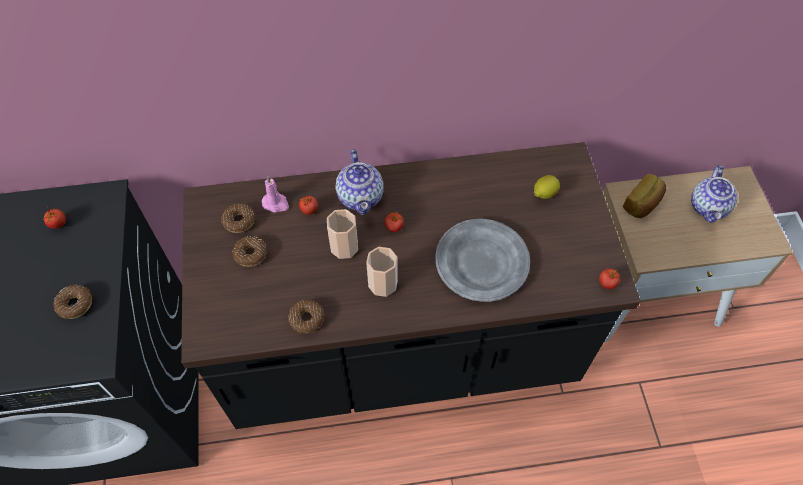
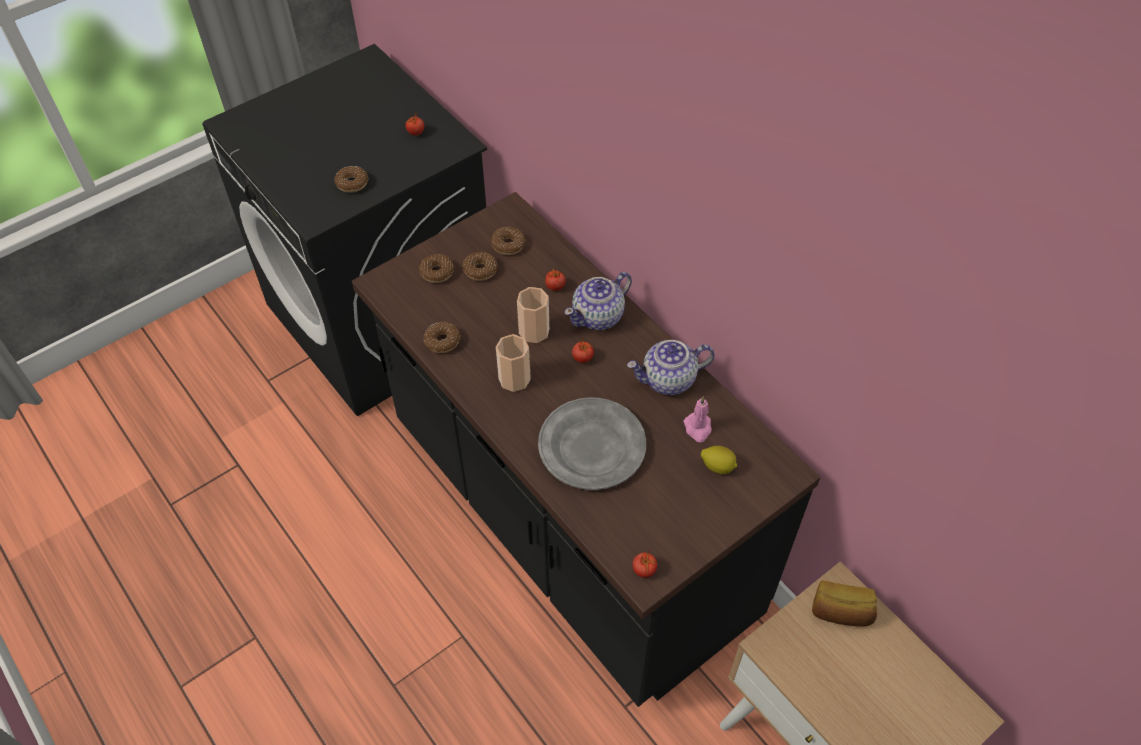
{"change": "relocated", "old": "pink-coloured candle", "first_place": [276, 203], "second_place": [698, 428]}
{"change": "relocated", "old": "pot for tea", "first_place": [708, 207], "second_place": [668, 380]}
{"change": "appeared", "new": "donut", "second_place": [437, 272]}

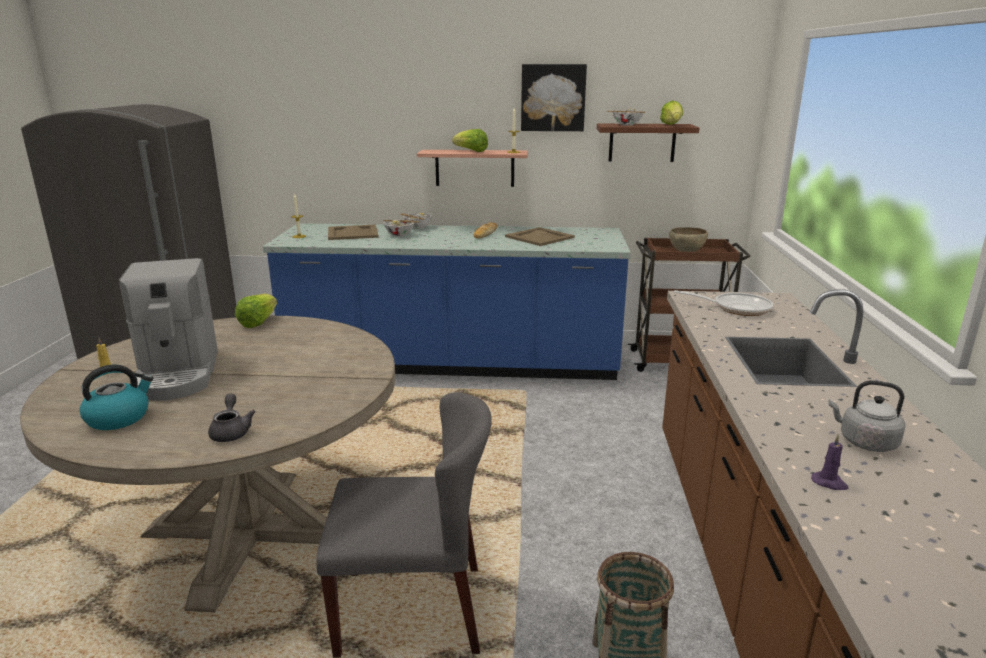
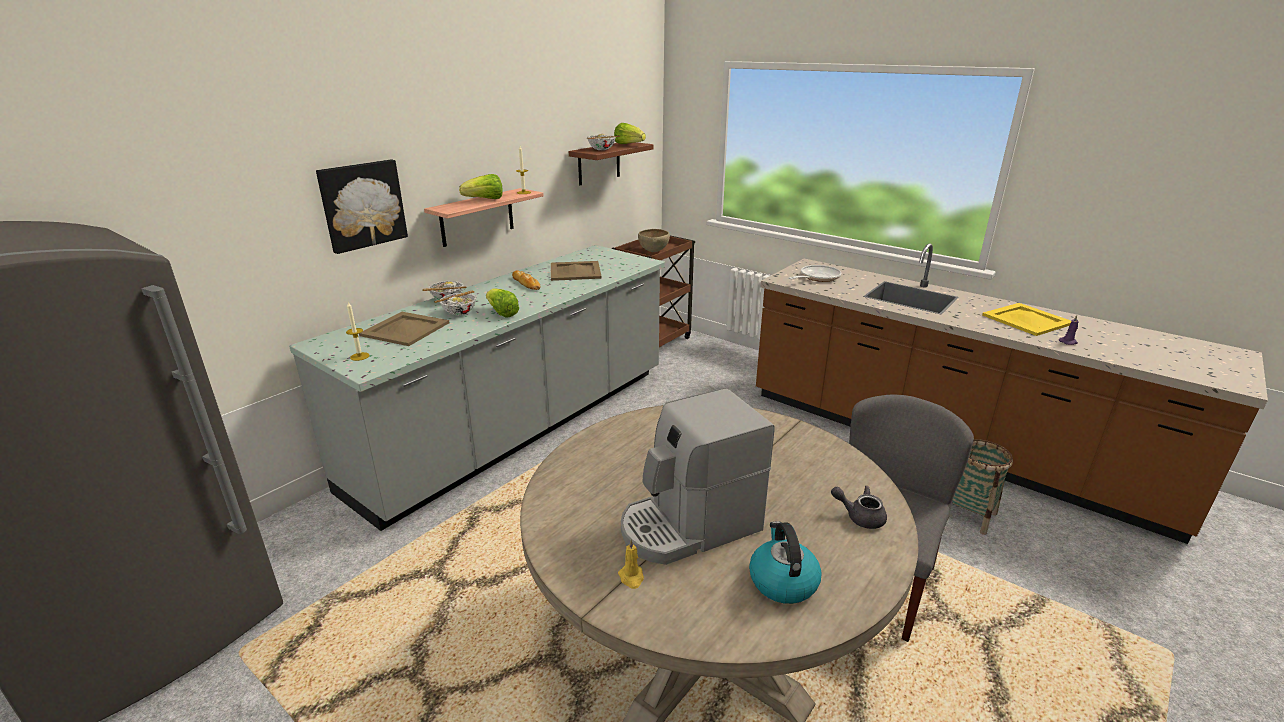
{"change": "spun", "old": "coffee maker", "first_place": [178, 374], "second_place": [689, 526], "degrees": 135}
{"change": "relocated", "old": "head of lettuce", "first_place": [258, 322], "second_place": [502, 313]}
{"change": "colour", "old": "blue counter", "new": "gray counter", "first_place": [453, 363], "second_place": [519, 427]}
{"change": "relocated", "old": "wall art", "first_place": [553, 97], "second_place": [362, 205]}
{"change": "exchanged", "old": "gray kettle", "new": "yellow tray", "first_place": [864, 442], "second_place": [1027, 320]}

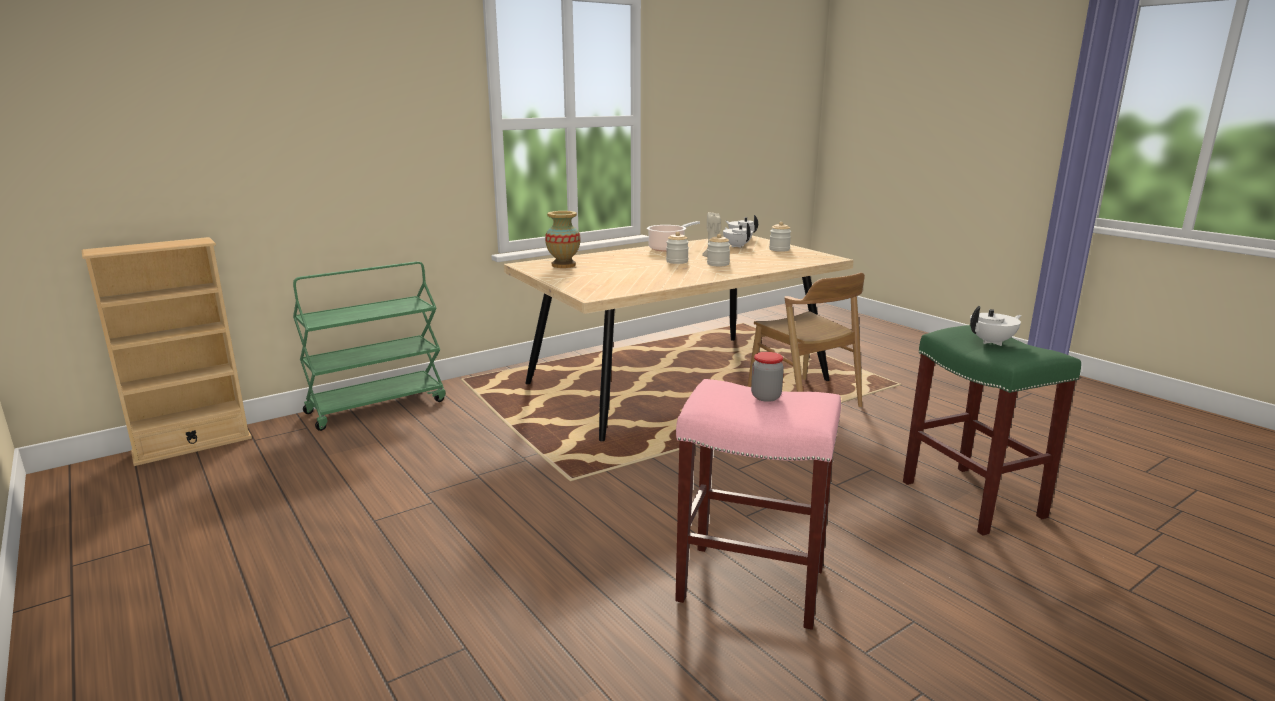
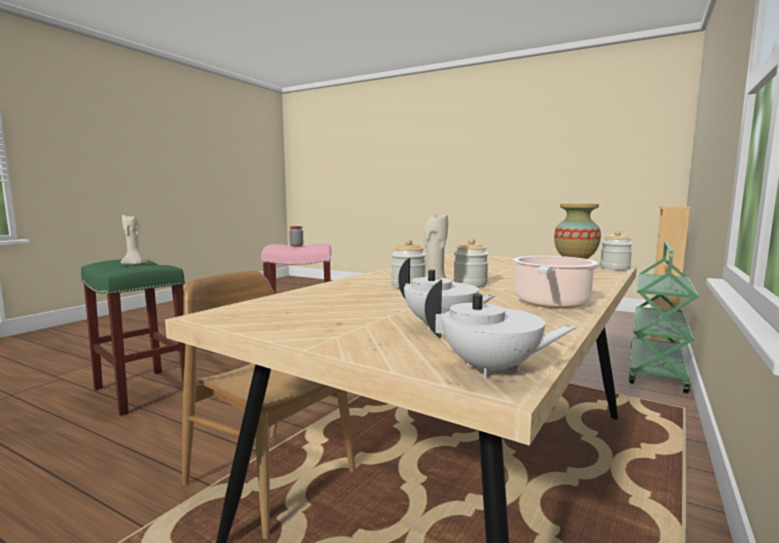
{"change": "relocated", "old": "preserve jar", "first_place": [779, 249], "second_place": [615, 268]}
{"change": "exchanged", "old": "white pot for tea", "new": "beige-coloured candle", "first_place": [992, 342], "second_place": [135, 264]}

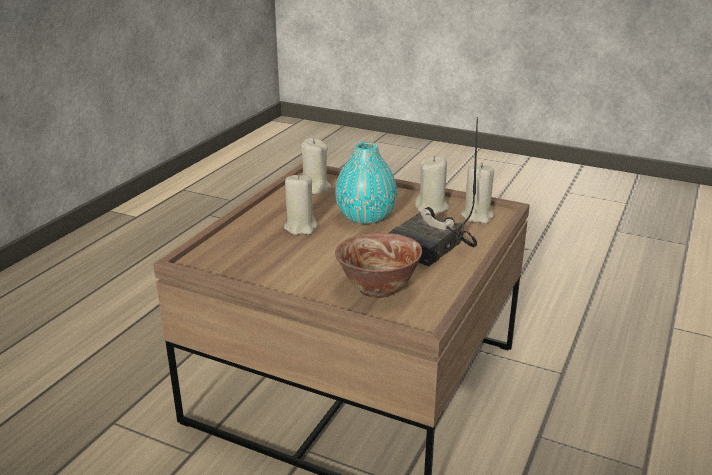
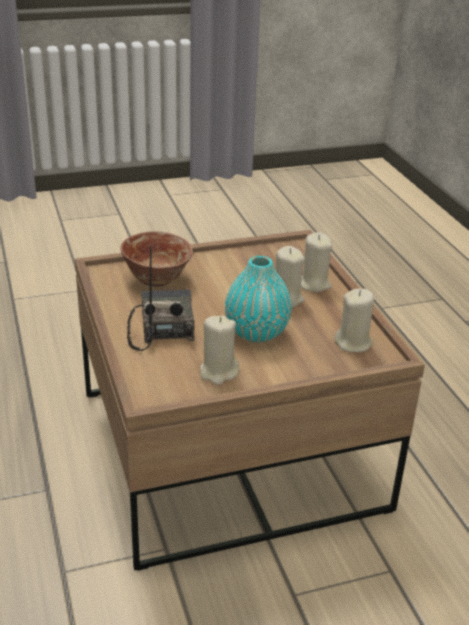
{"change": "relocated", "old": "beige-coloured candle", "first_place": [477, 216], "second_place": [313, 284]}

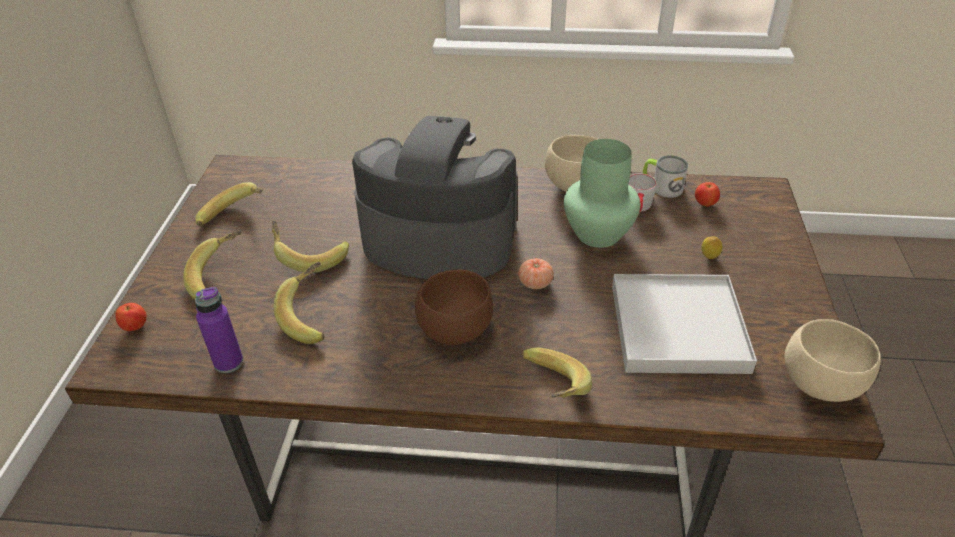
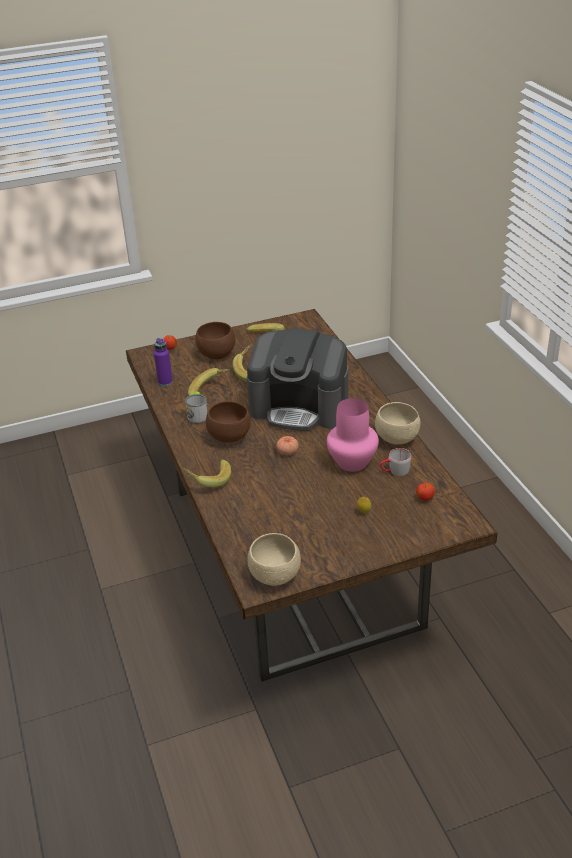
{"change": "exchanged", "old": "banana fruit", "new": "brown bowl", "first_place": [220, 278], "second_place": [217, 355]}
{"change": "spun", "old": "coffee maker", "first_place": [438, 239], "second_place": [300, 407], "degrees": 120}
{"change": "colour", "old": "green vase", "new": "pink-coloured vase", "first_place": [597, 233], "second_place": [353, 462]}
{"change": "missing", "old": "white tray", "first_place": [678, 328]}
{"change": "relocated", "old": "tea mug", "first_place": [662, 187], "second_place": [198, 414]}

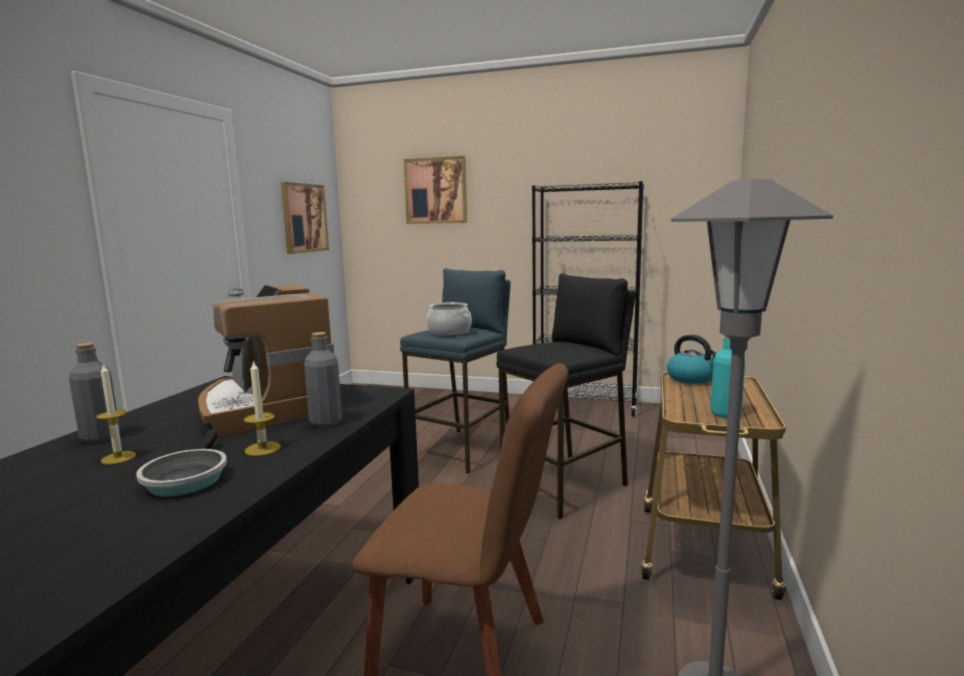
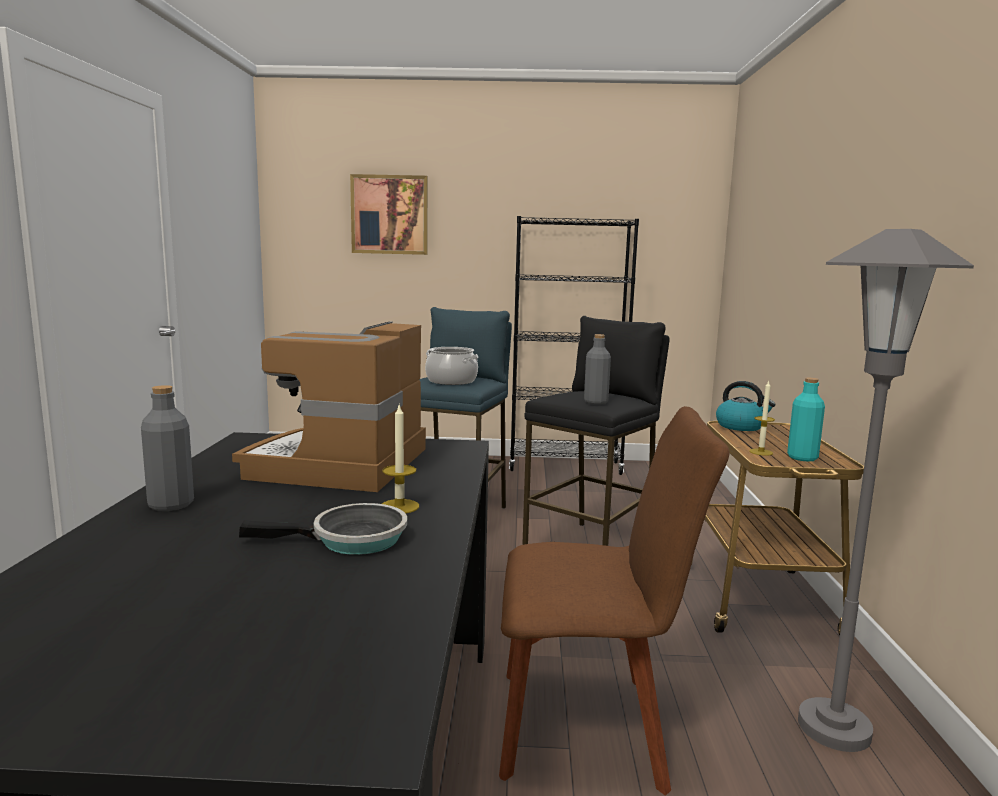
{"change": "relocated", "old": "candle", "first_place": [118, 458], "second_place": [761, 452]}
{"change": "spun", "old": "frying pan", "first_place": [187, 478], "second_place": [351, 539], "degrees": -75}
{"change": "spun", "old": "coffee maker", "first_place": [267, 407], "second_place": [341, 464], "degrees": 60}
{"change": "missing", "old": "wall art", "first_place": [304, 218]}
{"change": "relocated", "old": "gray drink bottle", "first_place": [326, 422], "second_place": [595, 402]}

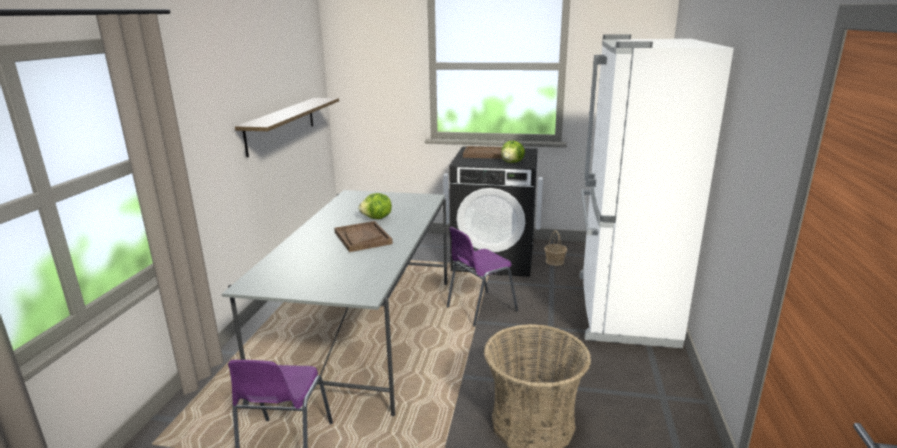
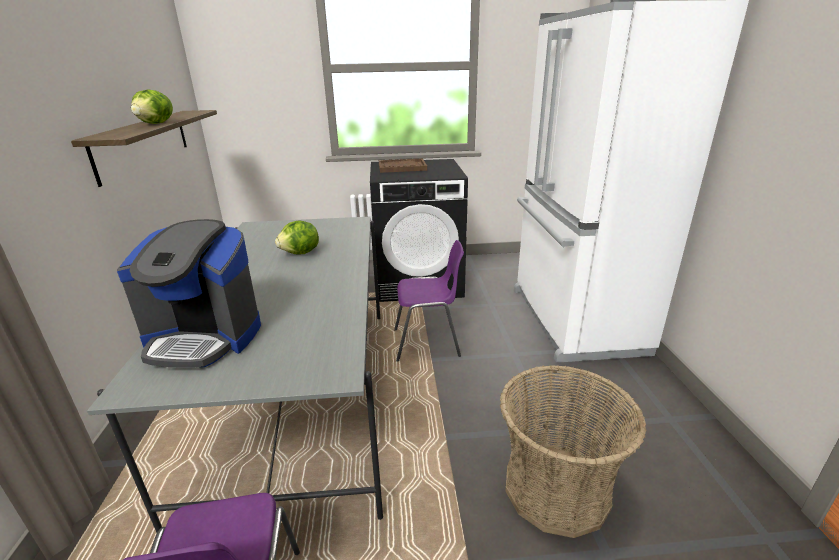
{"change": "missing", "old": "brown tray", "first_place": [362, 238]}
{"change": "spun", "old": "purple chair", "first_place": [479, 309], "second_place": [428, 343], "degrees": -135}
{"change": "relocated", "old": "head of lettuce", "first_place": [512, 162], "second_place": [156, 123]}
{"change": "missing", "old": "household basket", "first_place": [555, 261]}
{"change": "appeared", "new": "coffee maker", "second_place": [204, 338]}

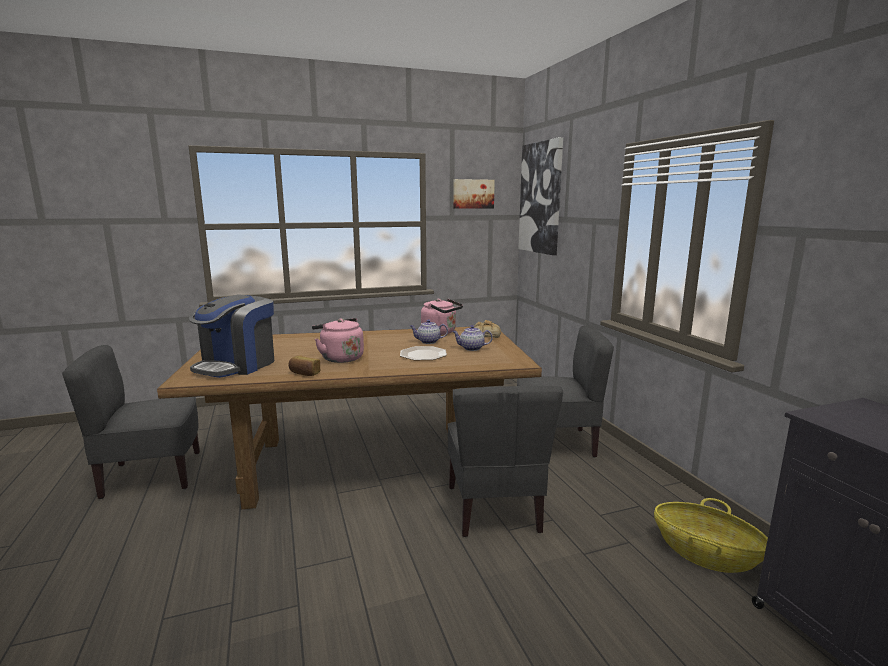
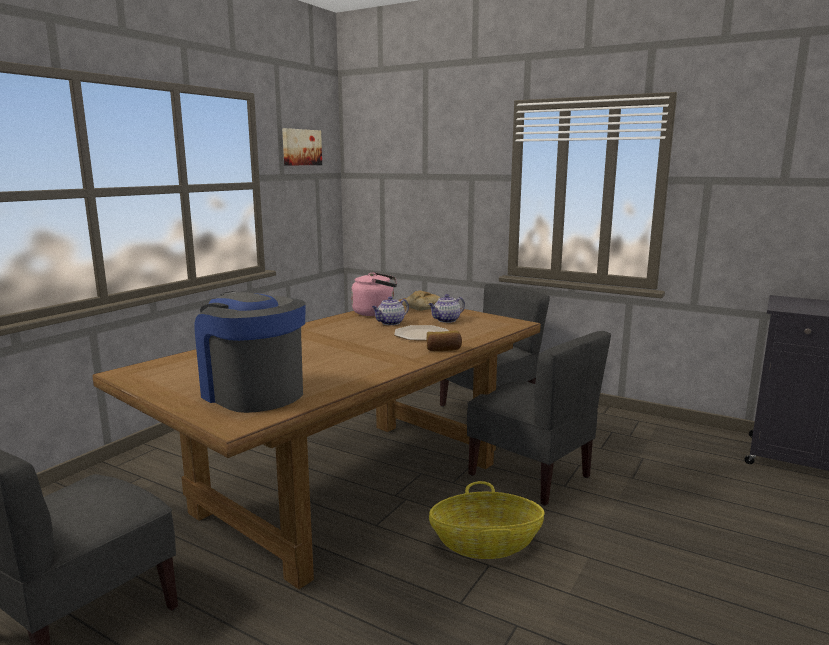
{"change": "spun", "old": "coffee maker", "first_place": [237, 365], "second_place": [252, 392], "degrees": 150}
{"change": "relocated", "old": "bread", "first_place": [304, 373], "second_place": [443, 349]}
{"change": "missing", "old": "pink-coloured kettle", "first_place": [340, 358]}
{"change": "missing", "old": "wall art", "first_place": [541, 198]}
{"change": "relocated", "old": "household basket", "first_place": [705, 554], "second_place": [485, 544]}

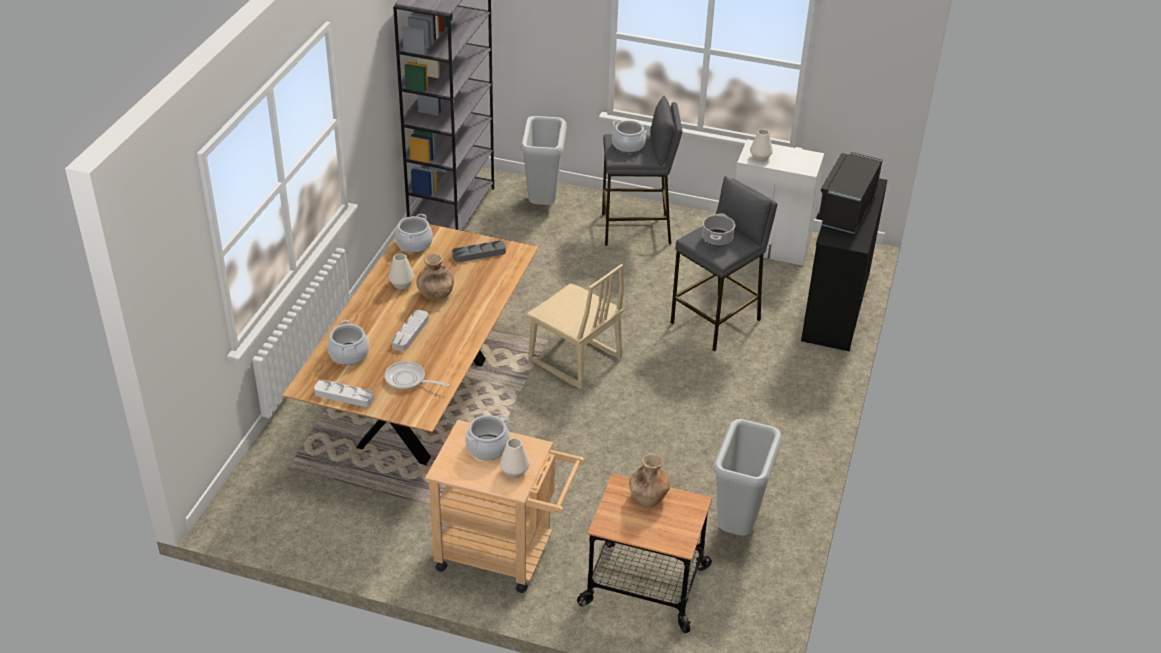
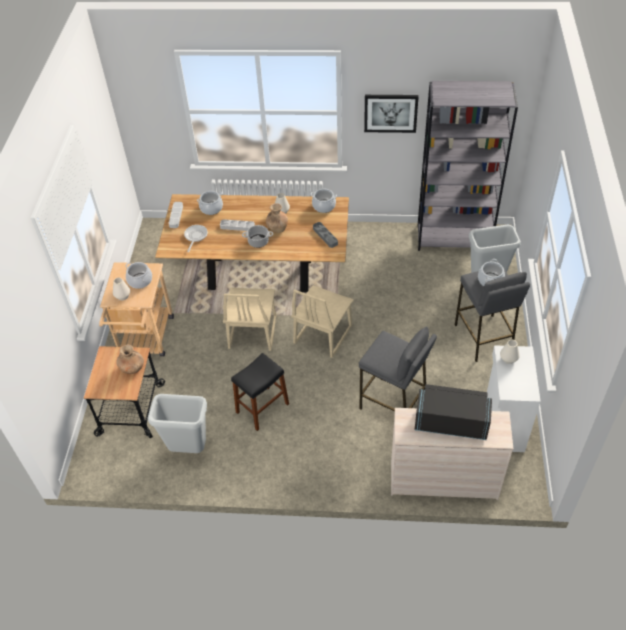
{"change": "relocated", "old": "stockpot", "first_place": [717, 239], "second_place": [258, 242]}
{"change": "colour", "old": "black-coloured dresser", "new": "beige-coloured dresser", "first_place": [834, 307], "second_place": [443, 479]}
{"change": "appeared", "new": "beige-coloured chair", "second_place": [252, 332]}
{"change": "appeared", "new": "black-coloured sitting stool", "second_place": [262, 408]}
{"change": "appeared", "new": "wall art", "second_place": [390, 113]}

